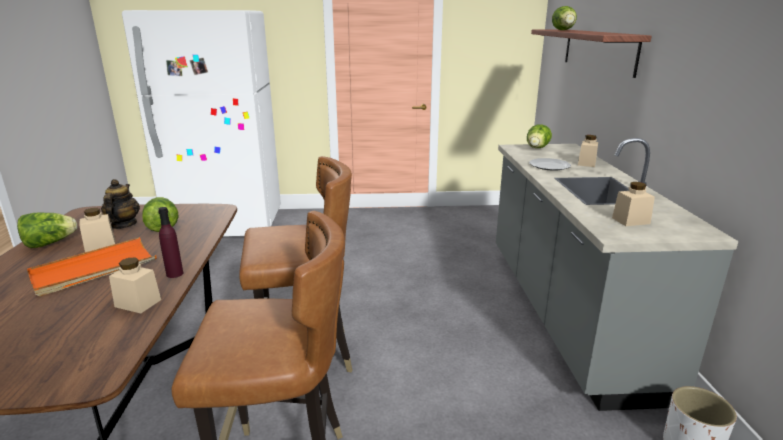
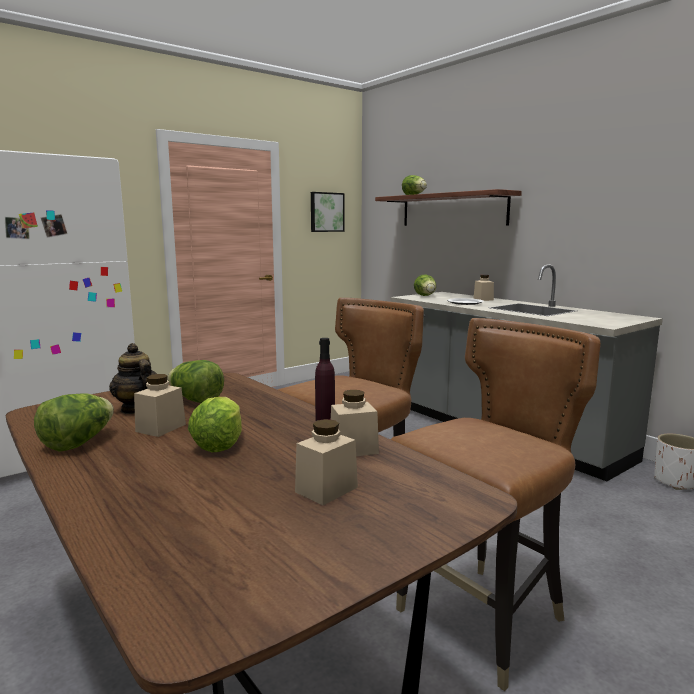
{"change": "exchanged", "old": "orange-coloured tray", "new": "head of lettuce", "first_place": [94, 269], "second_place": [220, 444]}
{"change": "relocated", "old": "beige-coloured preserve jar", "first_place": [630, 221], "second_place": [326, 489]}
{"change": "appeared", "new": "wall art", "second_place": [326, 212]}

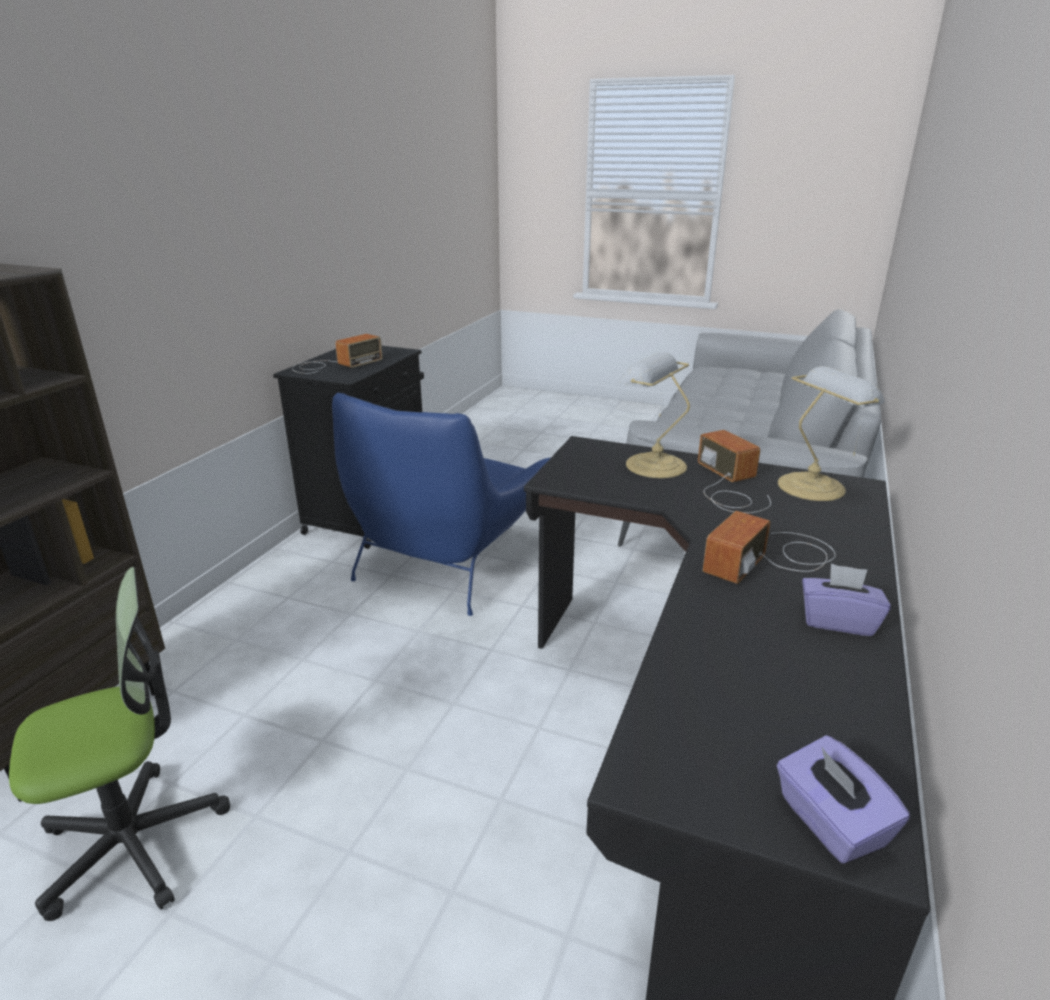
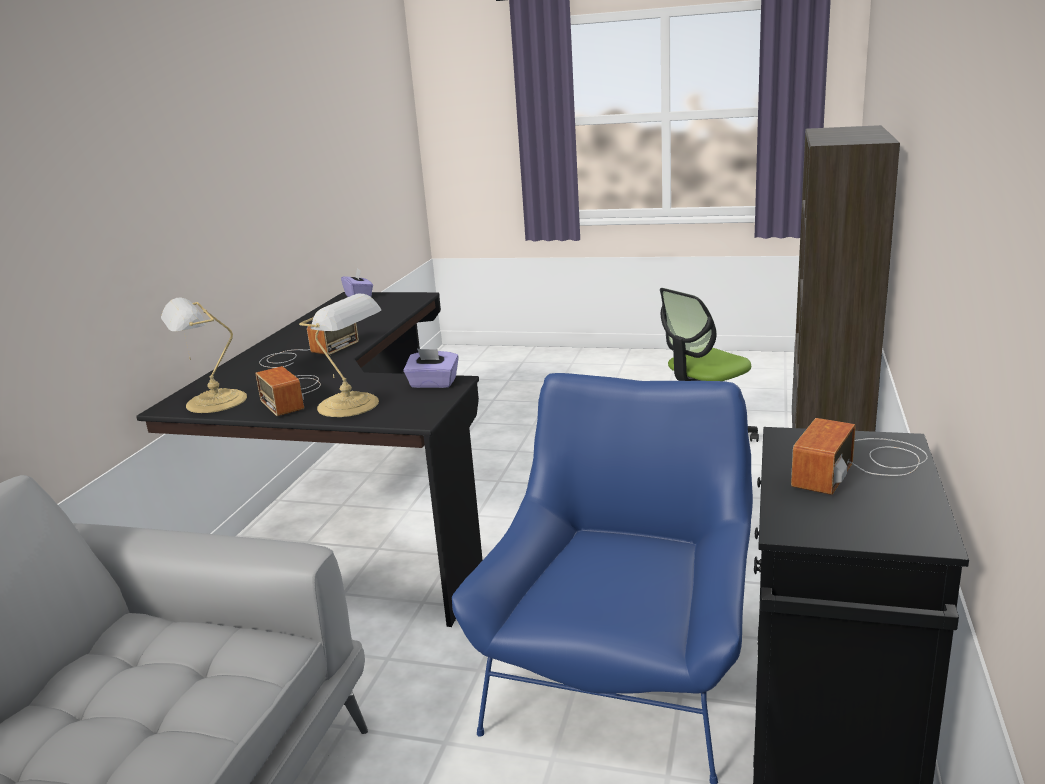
{"change": "relocated", "old": "purple box of tissues", "first_place": [837, 621], "second_place": [433, 384]}

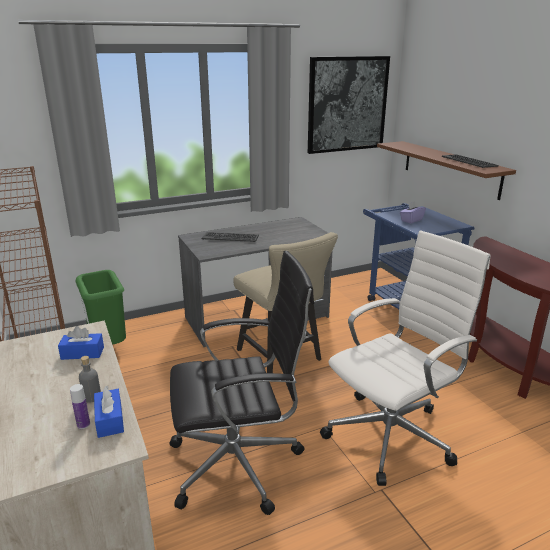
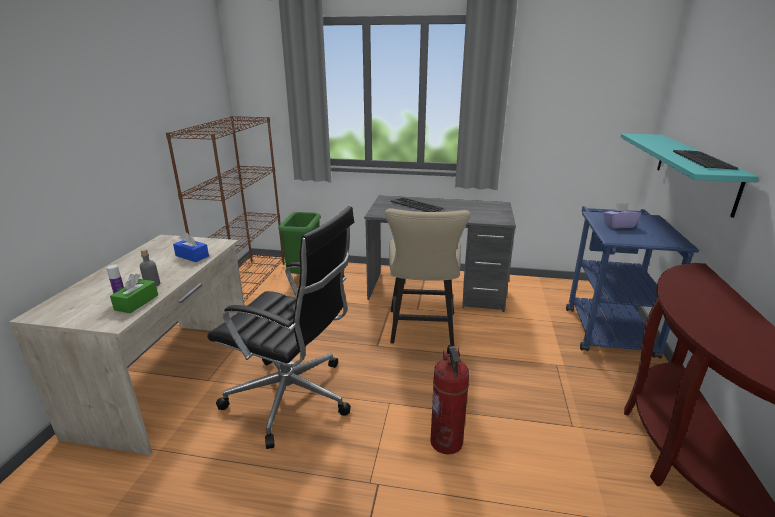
{"change": "colour", "old": "blue box of tissues", "new": "green box of tissues", "first_place": [110, 420], "second_place": [136, 302]}
{"change": "missing", "old": "wall art", "first_place": [347, 104]}
{"change": "exchanged", "old": "white computer chair", "new": "fire-fighting cylinder", "first_place": [392, 434], "second_place": [446, 442]}
{"change": "colour", "old": "brown bracket shelf", "new": "blue-green bracket shelf", "first_place": [450, 168], "second_place": [695, 170]}

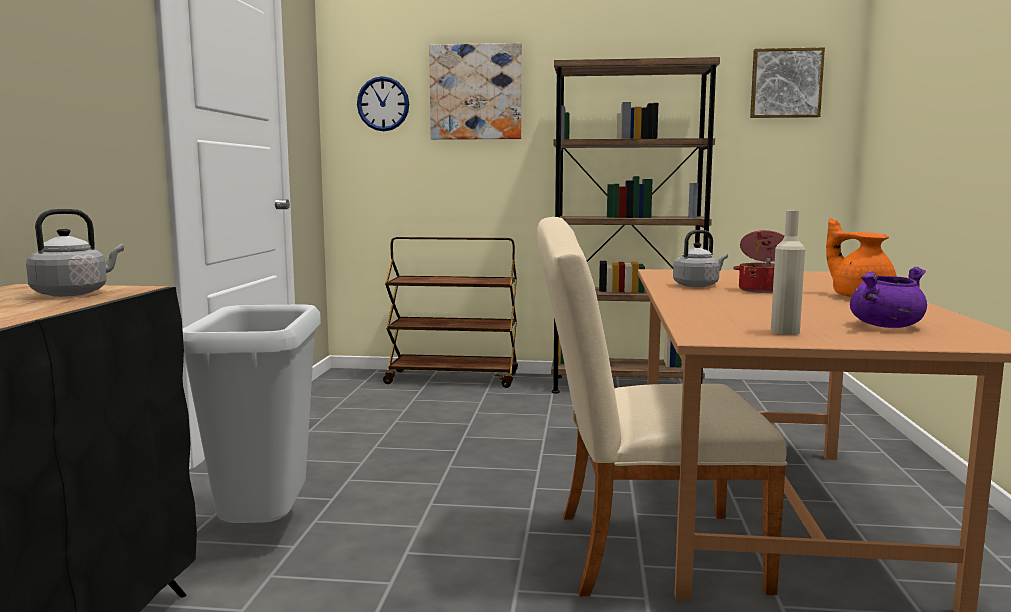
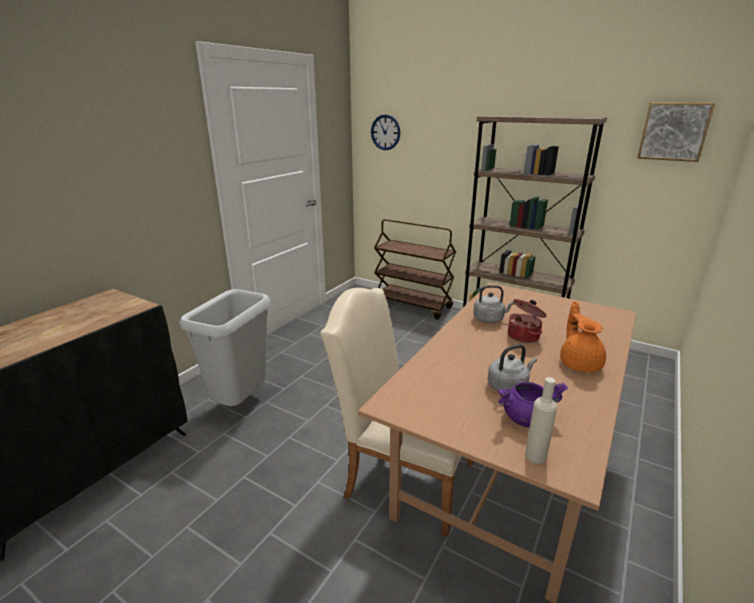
{"change": "relocated", "old": "gray kettle", "first_place": [74, 293], "second_place": [508, 386]}
{"change": "missing", "old": "wall art", "first_place": [476, 92]}
{"change": "relocated", "old": "beige-coloured drink bottle", "first_place": [785, 332], "second_place": [535, 456]}

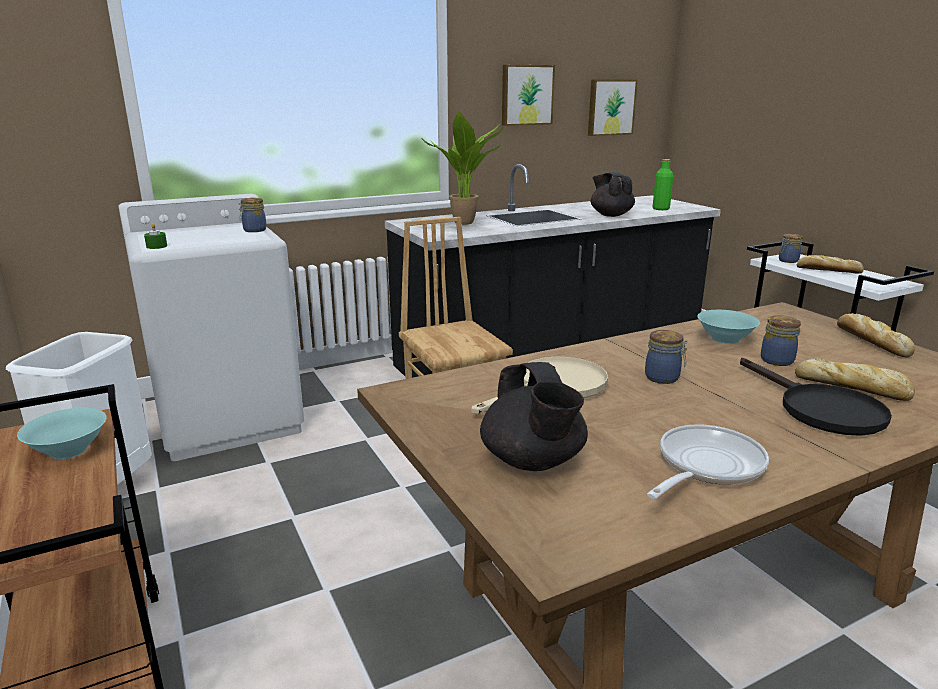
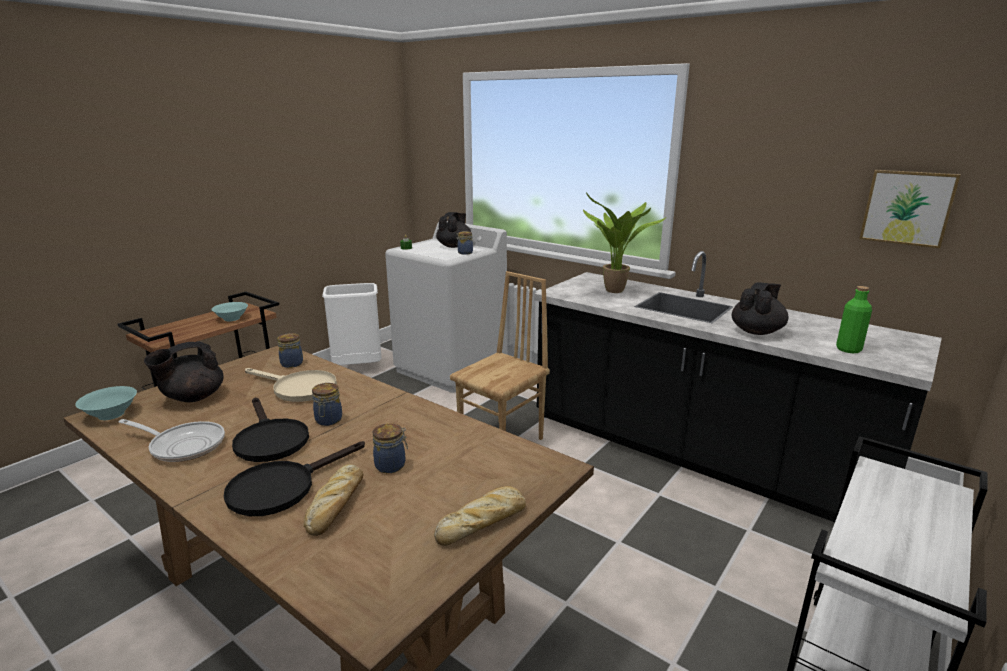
{"change": "missing", "old": "wall art", "first_place": [526, 95]}
{"change": "relocated", "old": "blue-green bowl", "first_place": [725, 339], "second_place": [110, 415]}
{"change": "relocated", "old": "preserve jar", "first_place": [787, 261], "second_place": [291, 363]}
{"change": "missing", "old": "bread", "first_place": [827, 270]}
{"change": "appeared", "new": "black-coloured frying pan", "second_place": [269, 439]}
{"change": "appeared", "new": "black-coloured pot for tea", "second_place": [454, 246]}

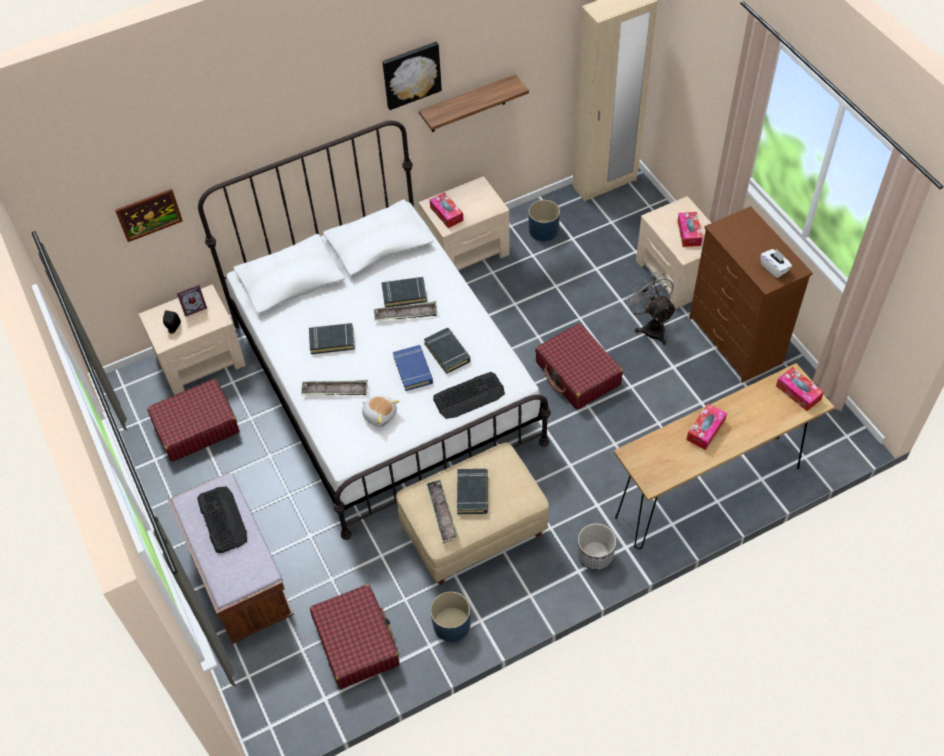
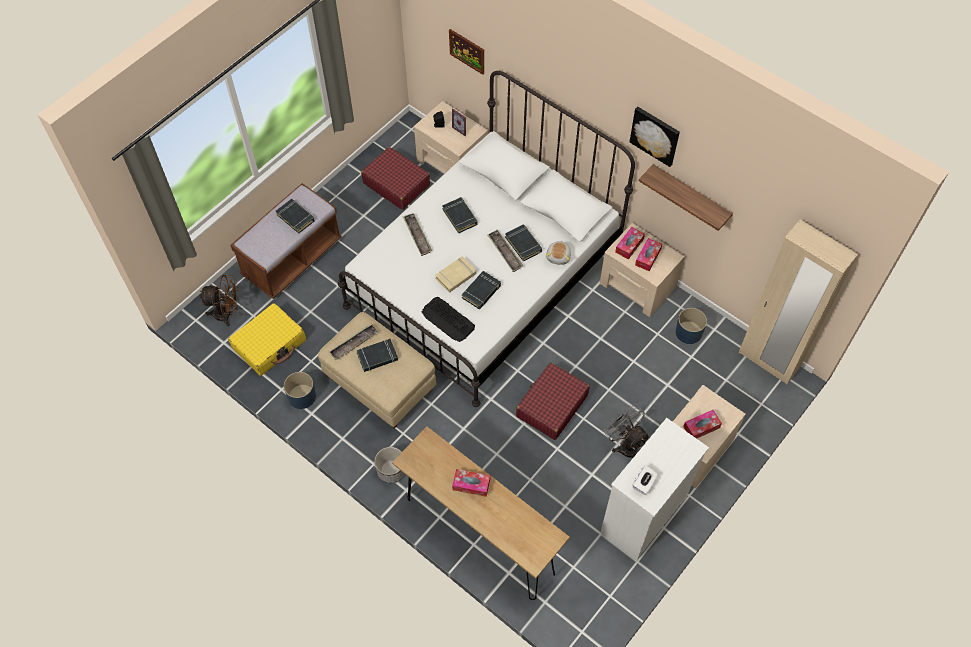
{"change": "exchanged", "old": "PC keyboard", "new": "black-coloured book", "first_place": [222, 519], "second_place": [295, 217]}
{"change": "colour", "old": "reddish travel case", "new": "yellow travel case", "first_place": [356, 641], "second_place": [269, 344]}
{"change": "relocated", "old": "soft toy", "first_place": [380, 414], "second_place": [559, 256]}
{"change": "colour", "old": "blue book", "new": "beige-coloured book", "first_place": [413, 370], "second_place": [456, 276]}
{"change": "spun", "old": "gray cooling fan", "first_place": [650, 327], "second_place": [625, 445], "degrees": -75}
{"change": "colour", "old": "brown dresser", "new": "white dresser", "first_place": [735, 341], "second_place": [642, 515]}
{"change": "relocated", "old": "box of tissues", "first_place": [798, 393], "second_place": [648, 257]}
{"change": "appeared", "new": "brown cooling fan", "second_place": [227, 314]}

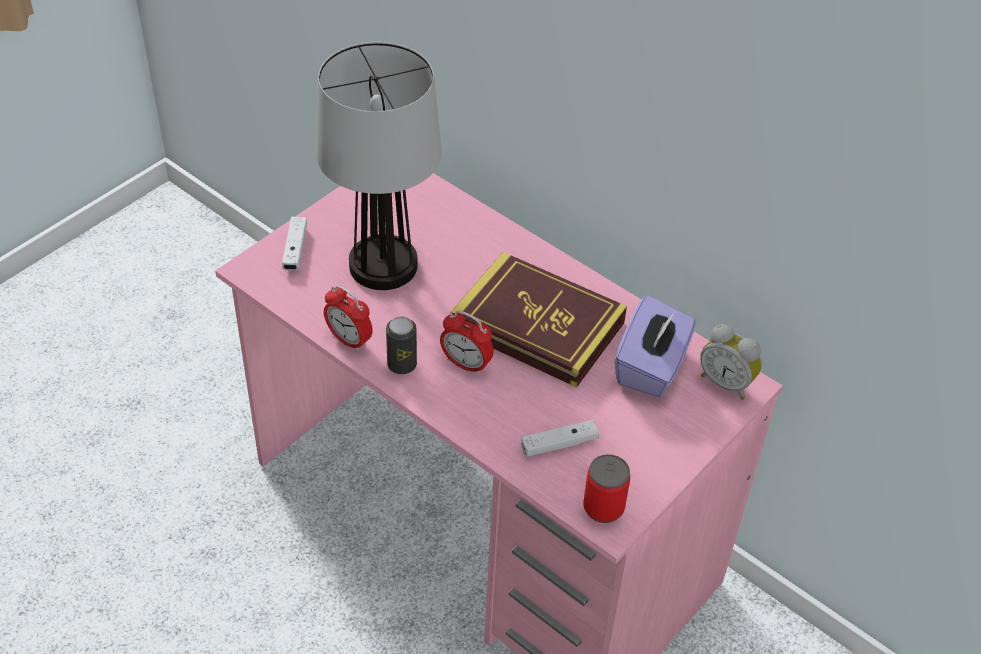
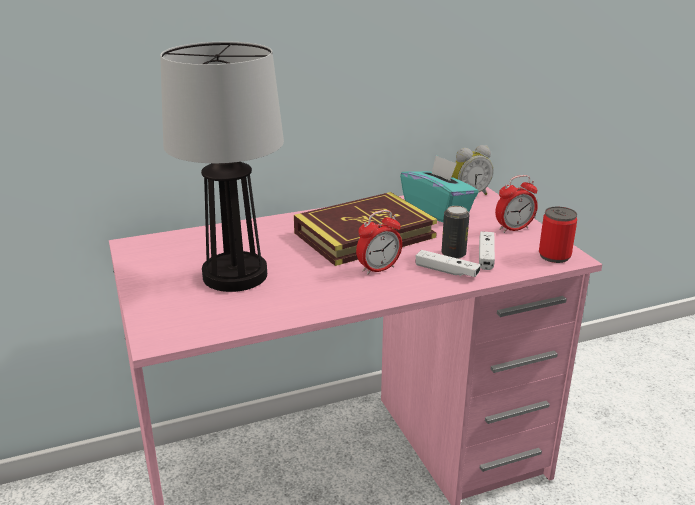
{"change": "relocated", "old": "white joypad", "first_place": [295, 250], "second_place": [446, 271]}
{"change": "relocated", "old": "bedside clock", "first_place": [349, 340], "second_place": [513, 229]}
{"change": "relocated", "old": "can", "first_place": [402, 364], "second_place": [453, 254]}
{"change": "colour", "old": "purple box of tissues", "new": "blue-green box of tissues", "first_place": [651, 367], "second_place": [437, 211]}

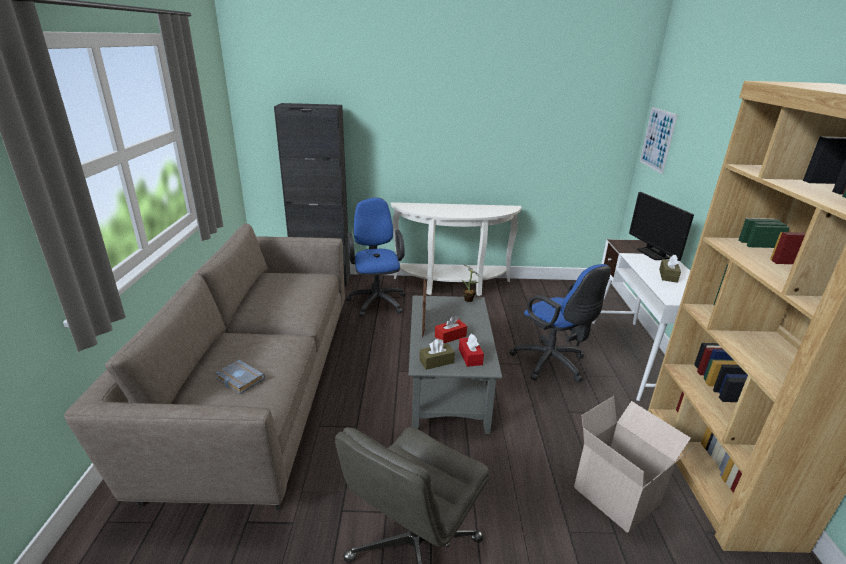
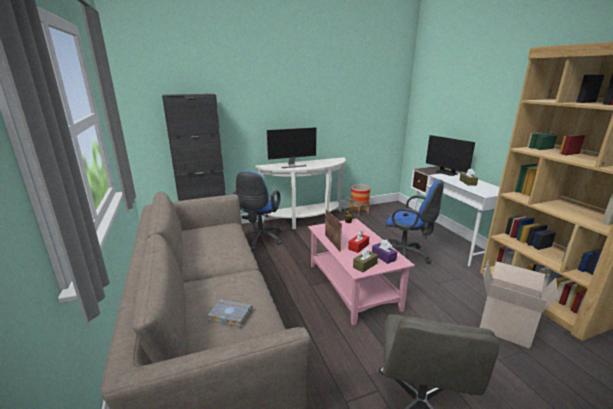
{"change": "spun", "old": "blue computer chair", "first_place": [377, 300], "second_place": [259, 240], "degrees": -135}
{"change": "colour", "old": "gray lounge table", "new": "pink-coloured lounge table", "first_place": [447, 385], "second_place": [351, 286]}
{"change": "colour", "old": "reddish box of tissues", "new": "purple box of tissues", "first_place": [470, 357], "second_place": [383, 257]}
{"change": "missing", "old": "wall art", "first_place": [657, 139]}
{"change": "appeared", "new": "monitor", "second_place": [292, 165]}
{"change": "appeared", "new": "plant pot", "second_place": [359, 212]}

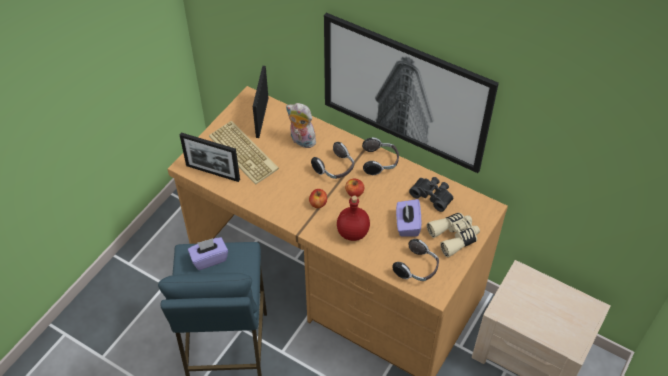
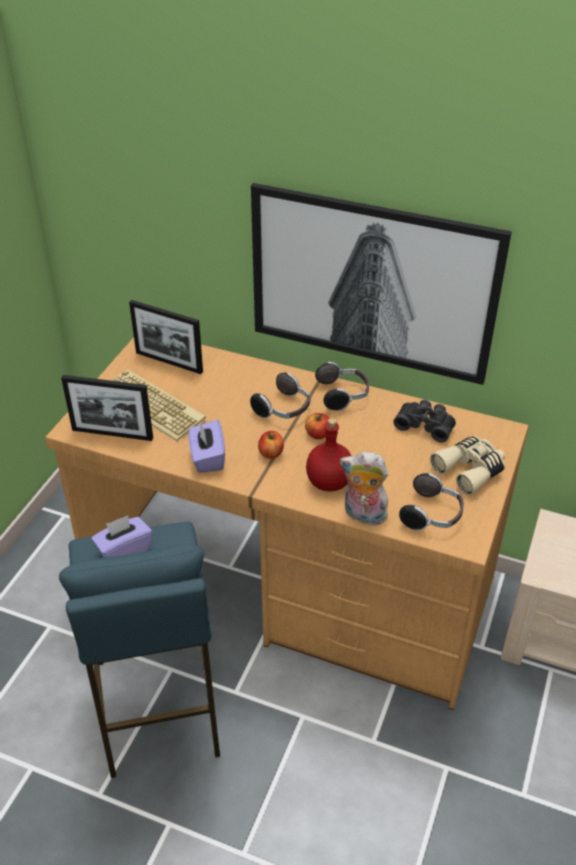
{"change": "spun", "old": "photo frame", "first_place": [262, 117], "second_place": [169, 362], "degrees": -60}
{"change": "relocated", "old": "soft toy", "first_place": [301, 141], "second_place": [363, 515]}
{"change": "relocated", "old": "purple box of tissues", "first_place": [407, 225], "second_place": [207, 458]}

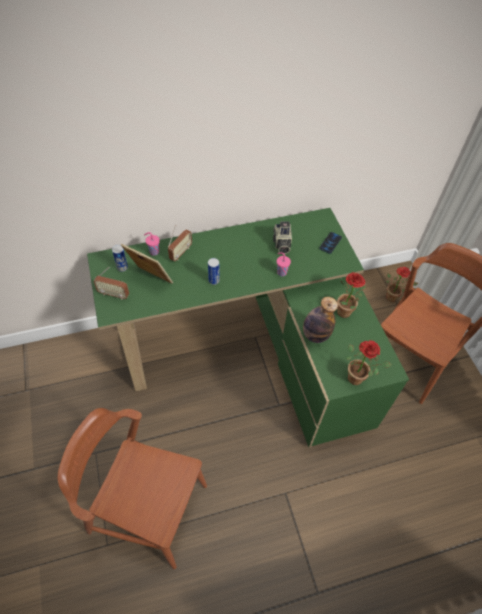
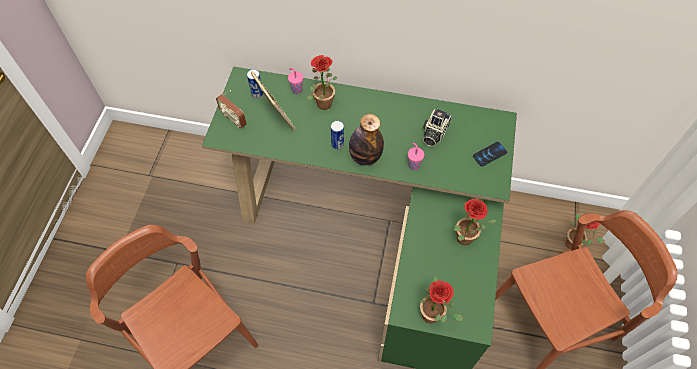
{"change": "exchanged", "old": "radio", "new": "houseplant", "first_place": [180, 253], "second_place": [322, 101]}
{"change": "relocated", "old": "drink bottle", "first_place": [315, 335], "second_place": [365, 157]}

